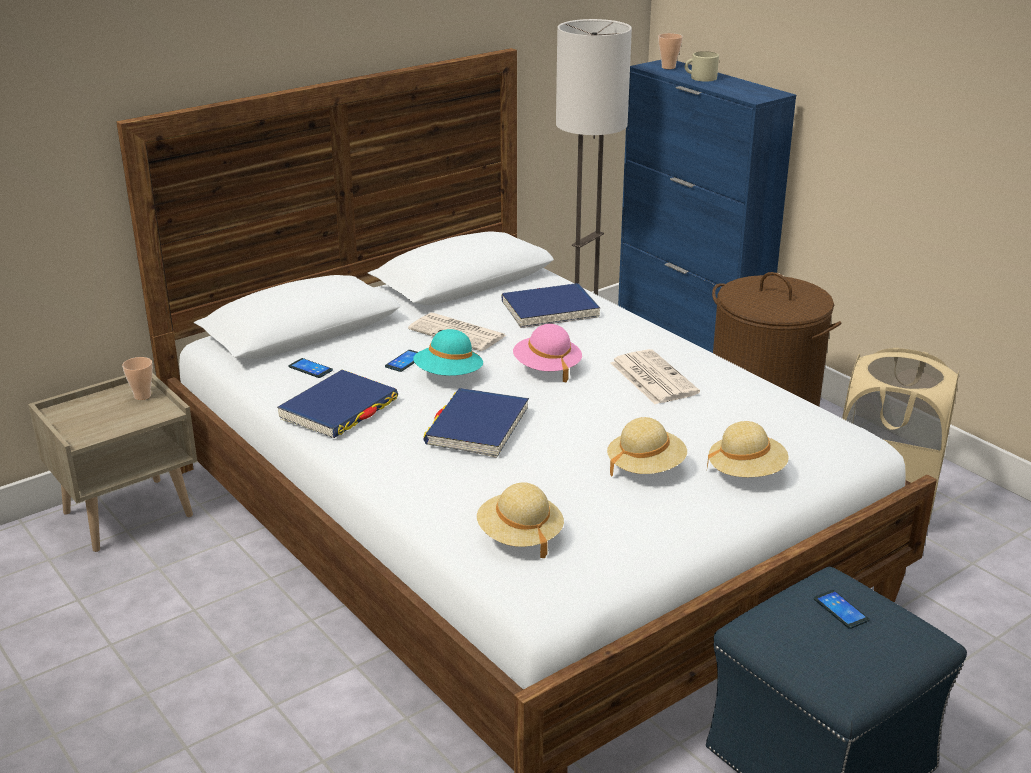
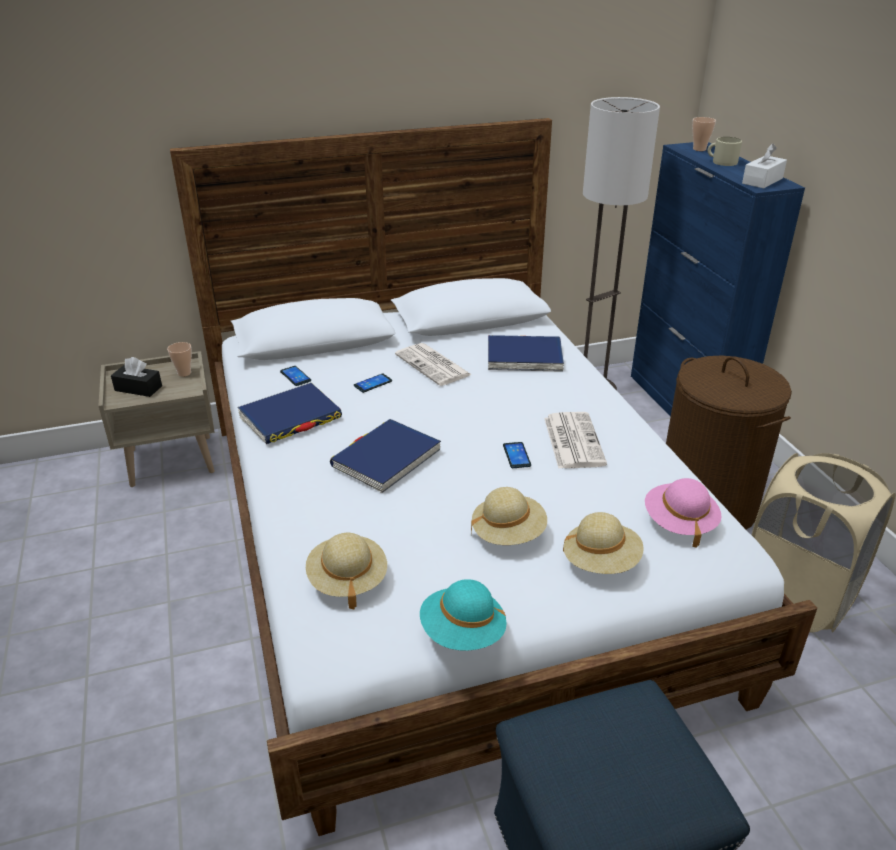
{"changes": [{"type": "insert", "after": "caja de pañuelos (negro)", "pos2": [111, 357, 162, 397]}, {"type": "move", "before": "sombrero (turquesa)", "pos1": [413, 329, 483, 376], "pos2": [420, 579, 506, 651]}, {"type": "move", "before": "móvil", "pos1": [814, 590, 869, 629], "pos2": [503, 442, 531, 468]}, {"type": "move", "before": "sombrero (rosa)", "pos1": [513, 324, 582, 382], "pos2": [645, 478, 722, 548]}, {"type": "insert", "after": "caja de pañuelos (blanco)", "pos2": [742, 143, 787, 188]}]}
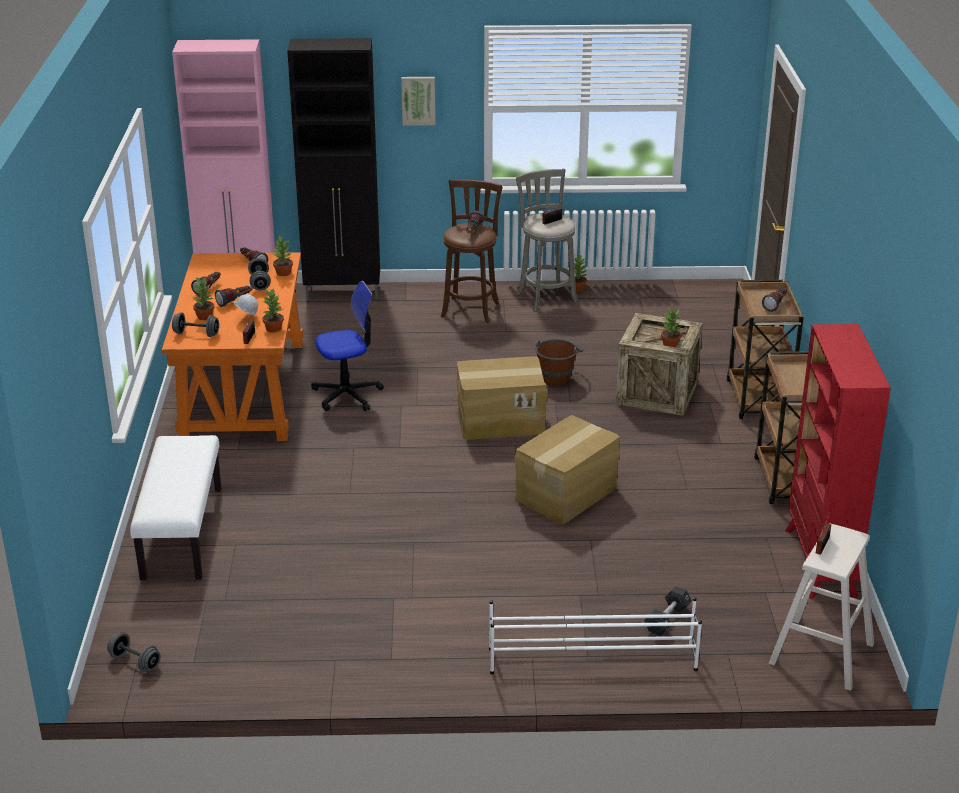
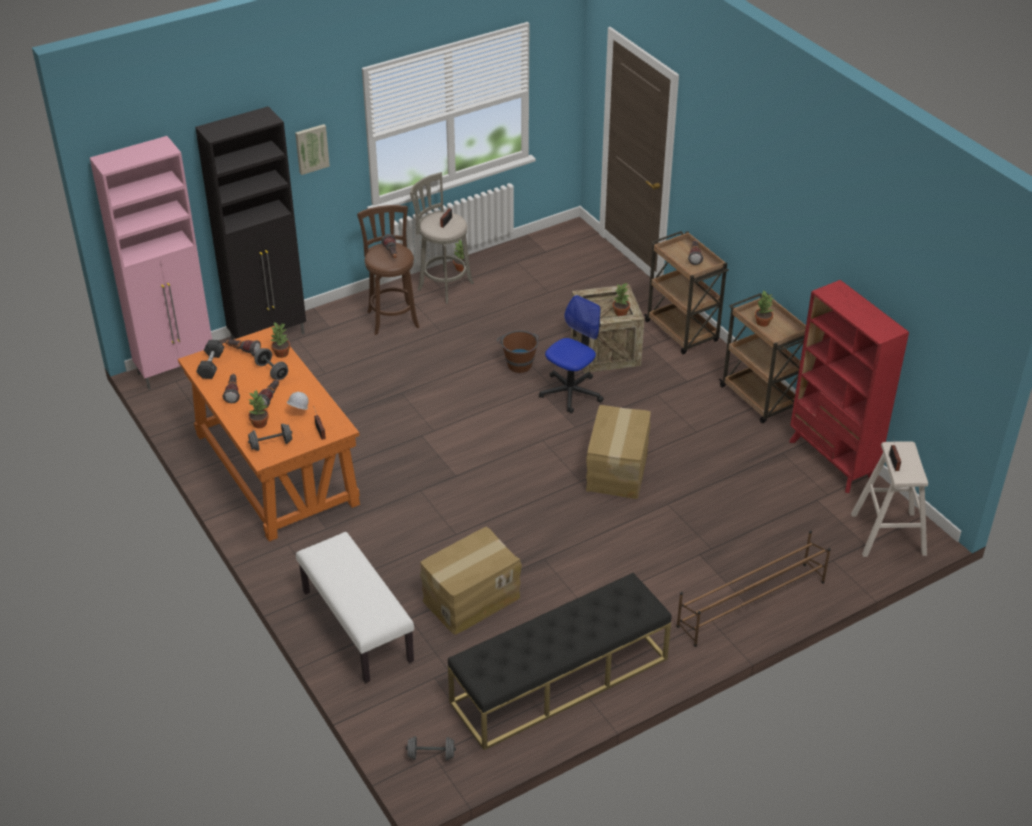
{"changes": [{"type": "move", "before": "mancuerna (negro)", "pos1": [644, 586, 692, 636], "pos2": [196, 340, 224, 379]}, {"type": "move", "before": "caja de cartón", "pos1": [456, 356, 548, 440], "pos2": [420, 527, 522, 635]}, {"type": "insert", "after": "banco (negro)", "pos2": [448, 573, 672, 750]}, {"type": "move", "before": "silla de oficina", "pos1": [311, 281, 384, 411], "pos2": [539, 295, 604, 413]}, {"type": "recolor", "before": "zapatero (blanco)", "after": "zapatero (marrón)", "pos1": [489, 597, 702, 674], "pos2": [676, 530, 831, 647]}, {"type": "move", "before": "planta en maceta", "pos1": [262, 288, 284, 333], "pos2": [755, 291, 774, 327]}]}
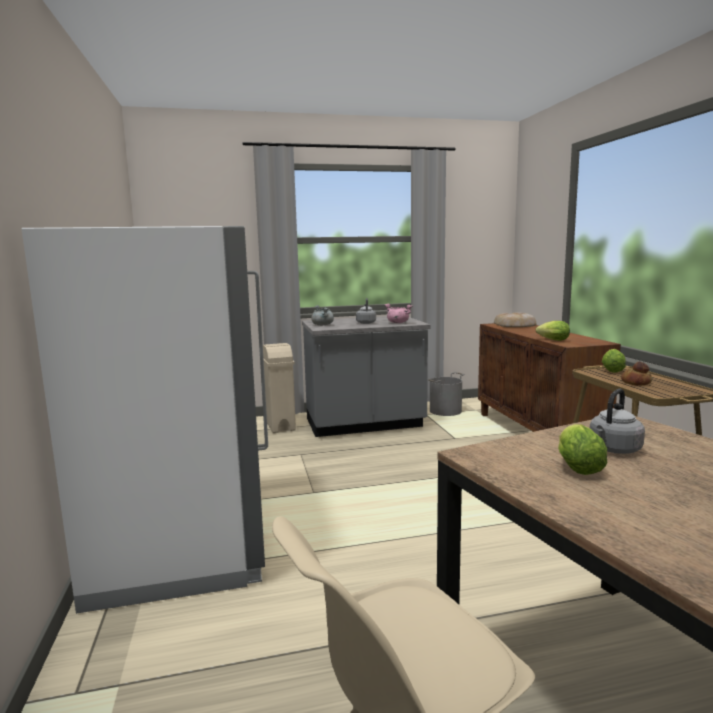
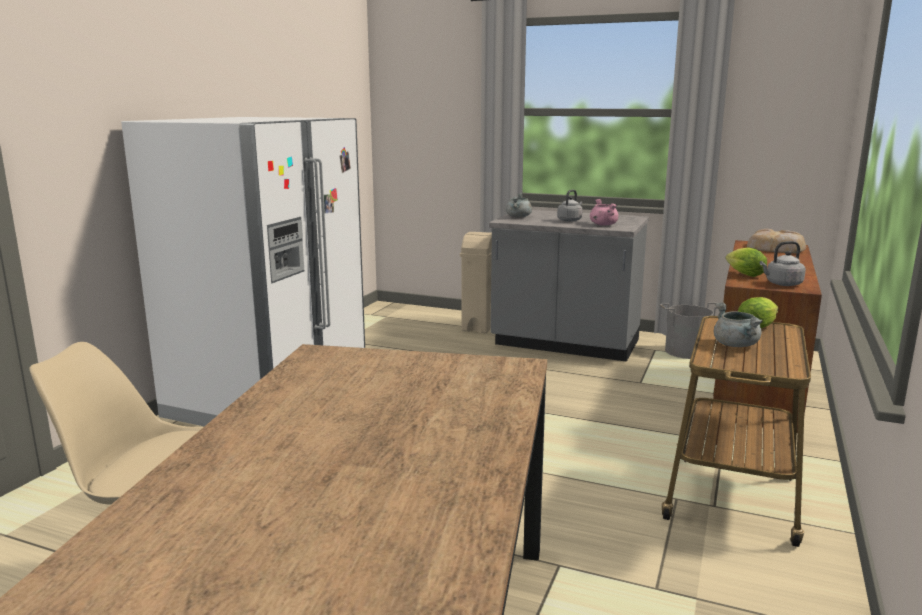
{"changes": [{"type": "replace", "before": "pan", "after": "olla (gris)", "pos1": [621, 362, 652, 386], "pos2": [714, 302, 763, 347]}, {"type": "move", "before": "hervidor (gris)", "pos1": [590, 389, 645, 454], "pos2": [760, 241, 806, 286]}, {"type": "delete", "before": "lechuga", "pos1": [558, 424, 607, 475]}]}
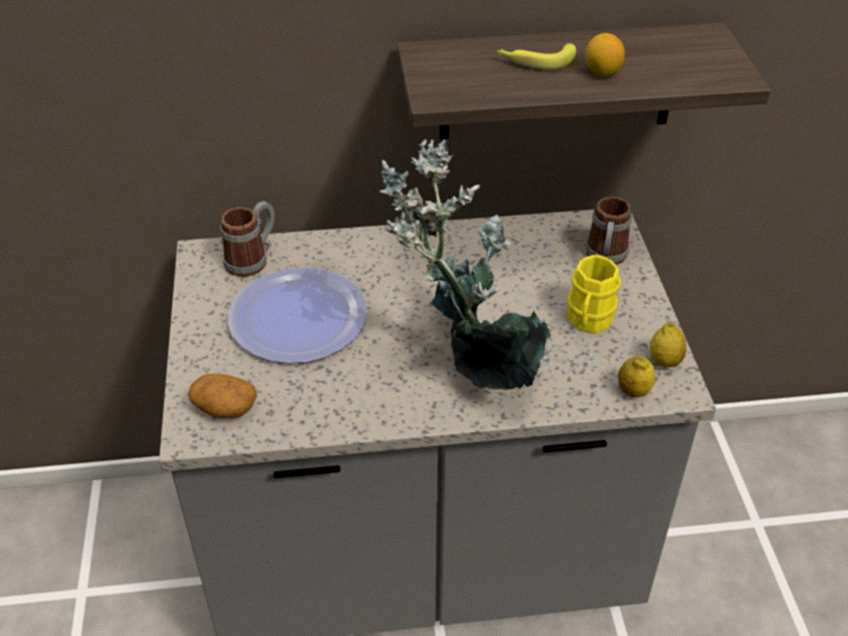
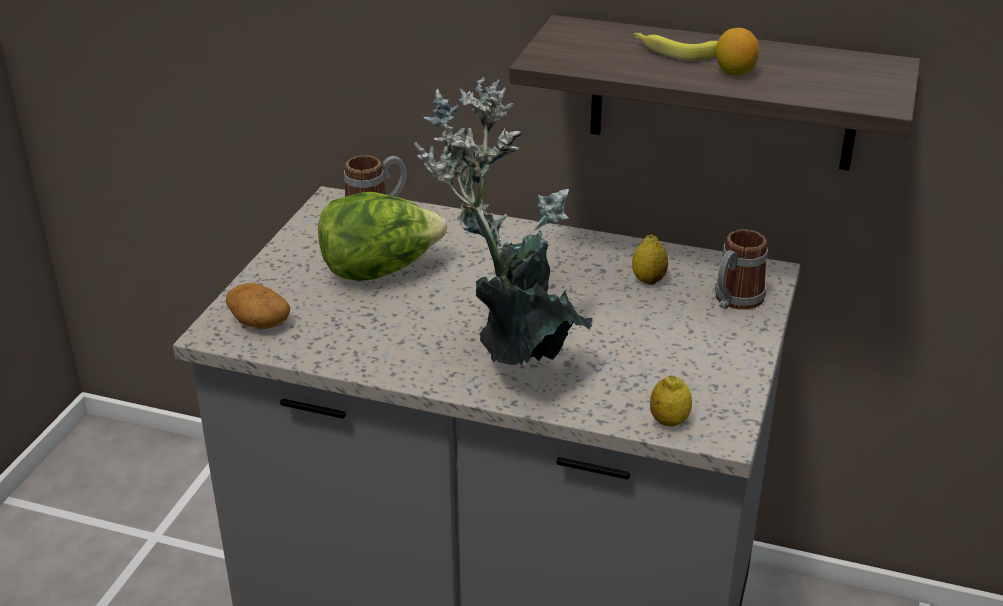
{"changes": [{"type": "replace", "before": "plato", "after": "lechuga", "pos1": [228, 267, 367, 364], "pos2": [318, 192, 447, 281]}, {"type": "move", "before": "limón", "pos1": [650, 322, 686, 367], "pos2": [632, 235, 668, 285]}, {"type": "delete", "before": "taza grande (amarillo)", "pos1": [567, 255, 621, 334]}]}
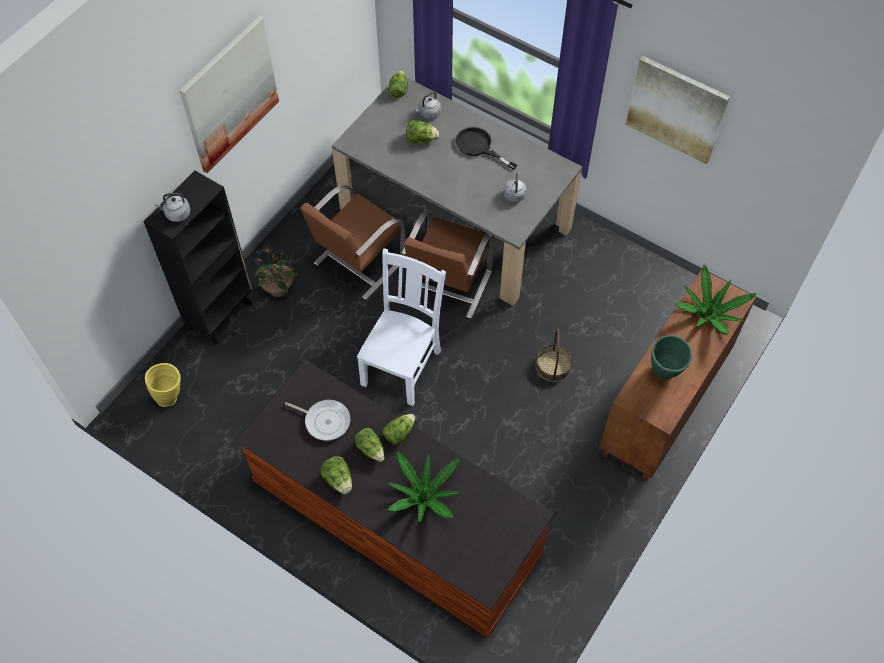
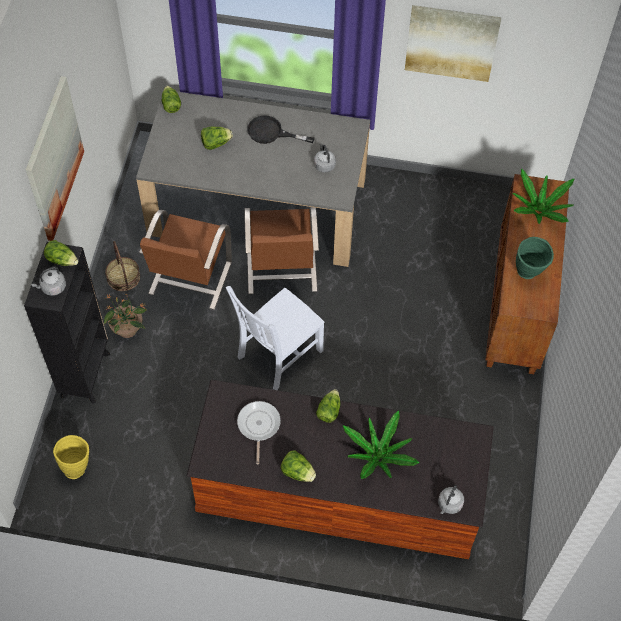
{"changes": [{"type": "move", "before": "lechuga", "pos1": [355, 428, 384, 462], "pos2": [44, 240, 79, 266]}, {"type": "move", "before": "cesta", "pos1": [536, 329, 572, 382], "pos2": [105, 241, 140, 291]}, {"type": "rotate", "before": "silla (blanco)", "pos1": [357, 248, 446, 406], "pos2": [226, 286, 325, 390], "turn": -135}, {"type": "rotate", "before": "sartén", "pos1": [285, 400, 350, 441], "pos2": [237, 401, 281, 464], "turn": -90}, {"type": "move", "before": "hervidor (gris)", "pos1": [415, 92, 441, 119], "pos2": [438, 485, 464, 514]}]}
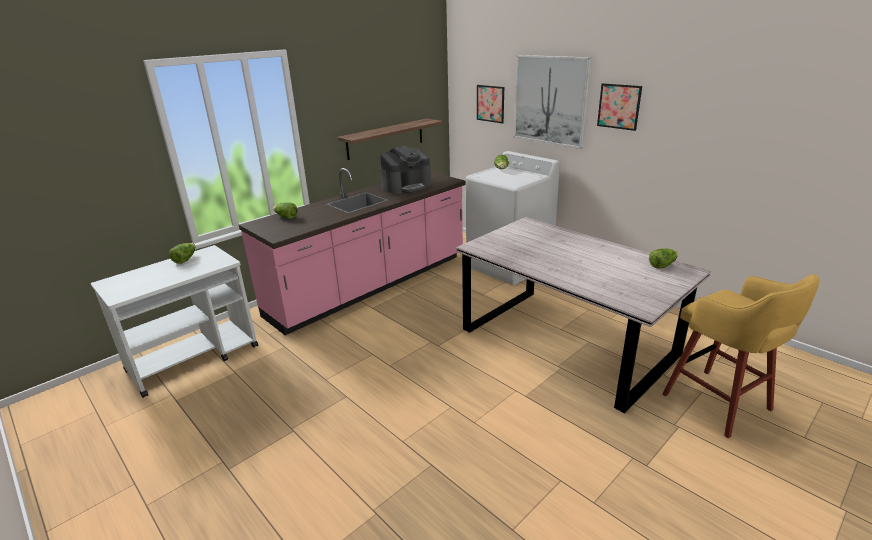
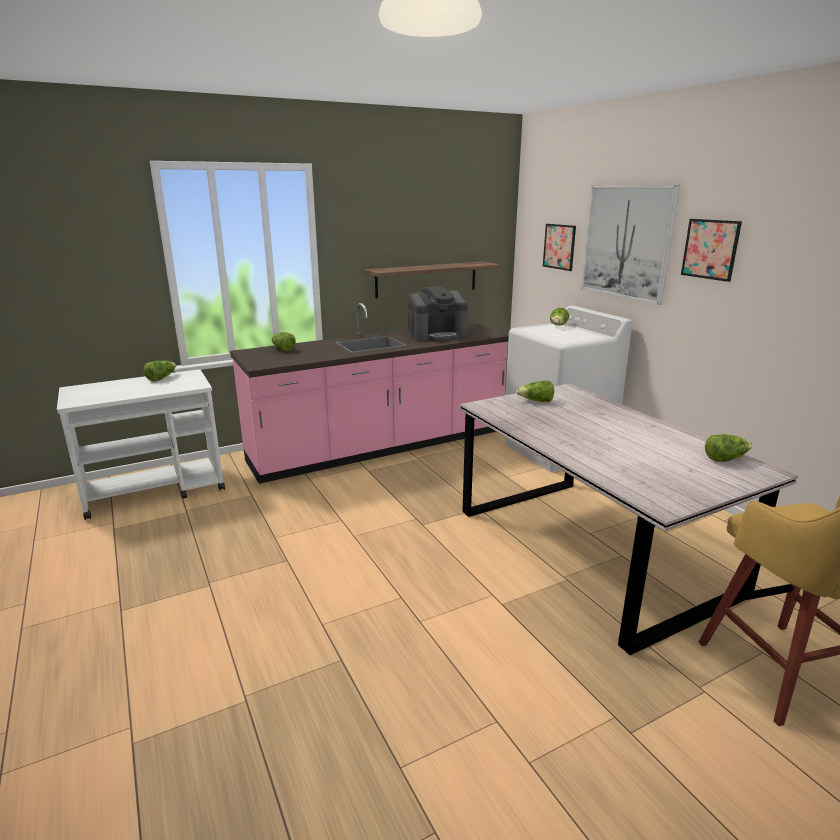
{"changes": [{"type": "insert", "after": "lechuga", "pos2": [516, 381, 554, 402]}]}
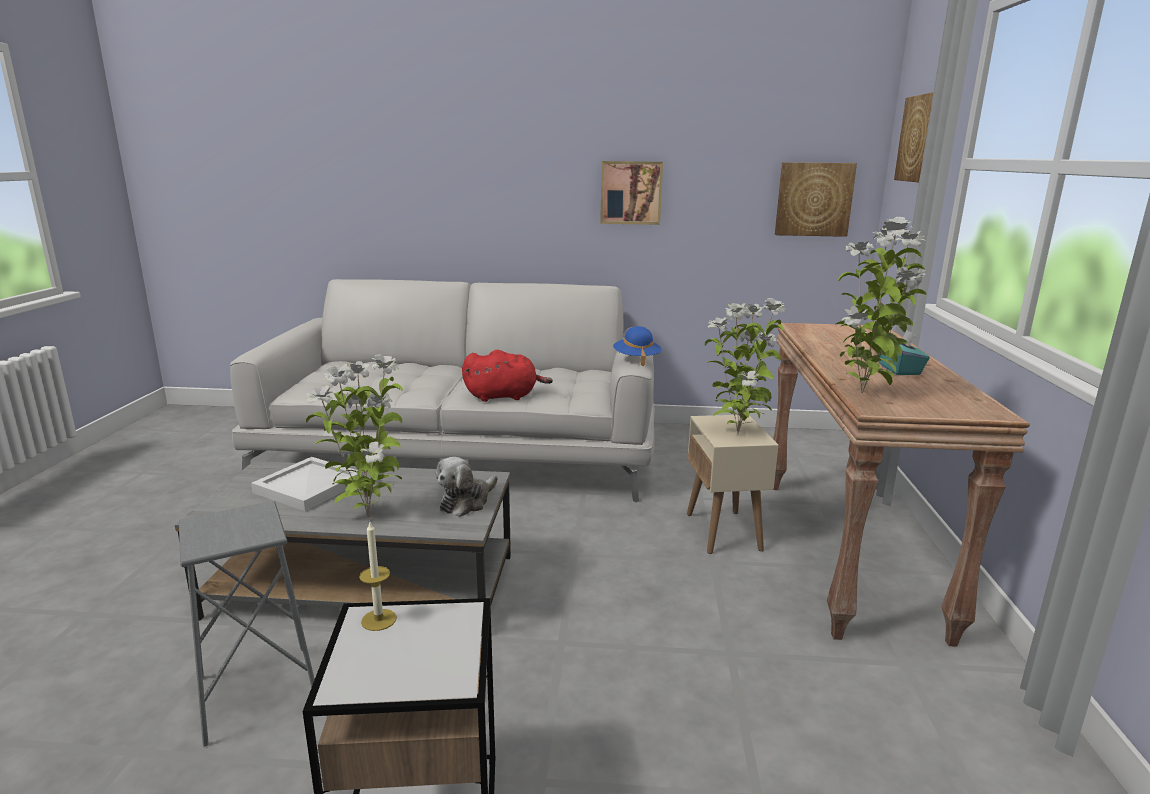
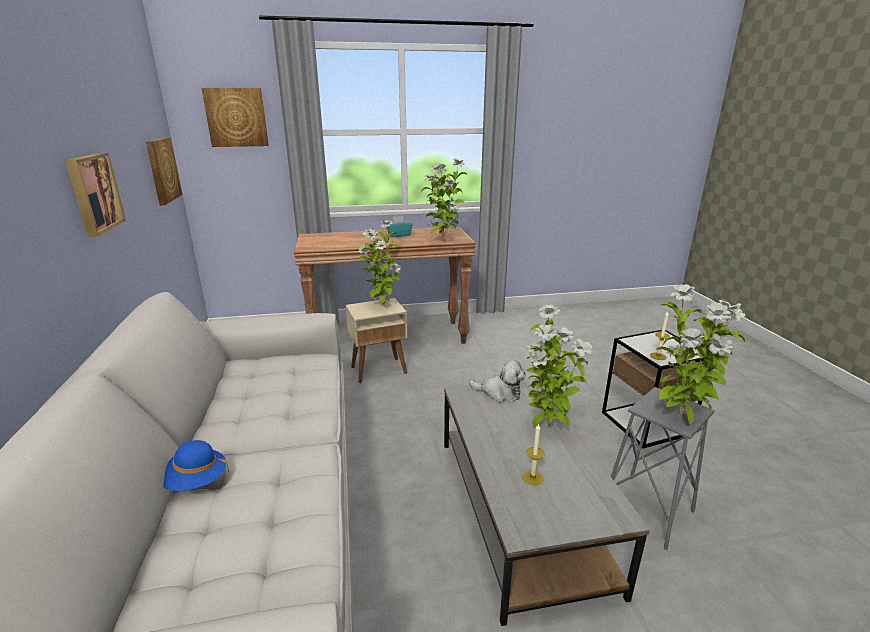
{"changes": [{"type": "move", "before": "sombrero (azul)", "pos1": [613, 326, 662, 366], "pos2": [163, 440, 229, 491]}, {"type": "replace", "before": "bandeja (blanco)", "after": "vela", "pos1": [251, 457, 363, 511], "pos2": [523, 423, 545, 485]}, {"type": "insert", "after": "planta en maceta", "pos2": [656, 284, 745, 424]}, {"type": "delete", "before": "peluche (rojo)", "pos1": [462, 350, 553, 402]}]}
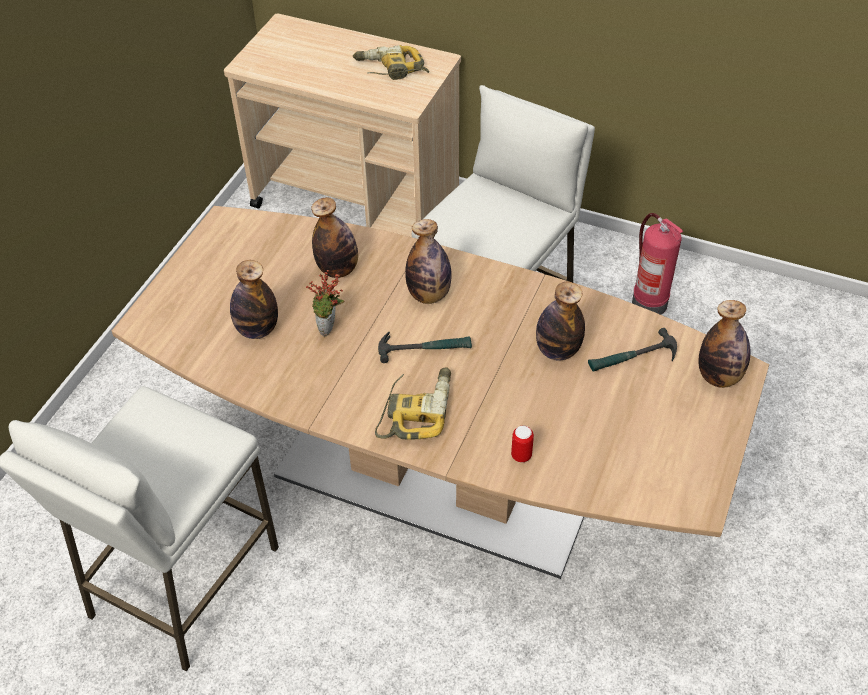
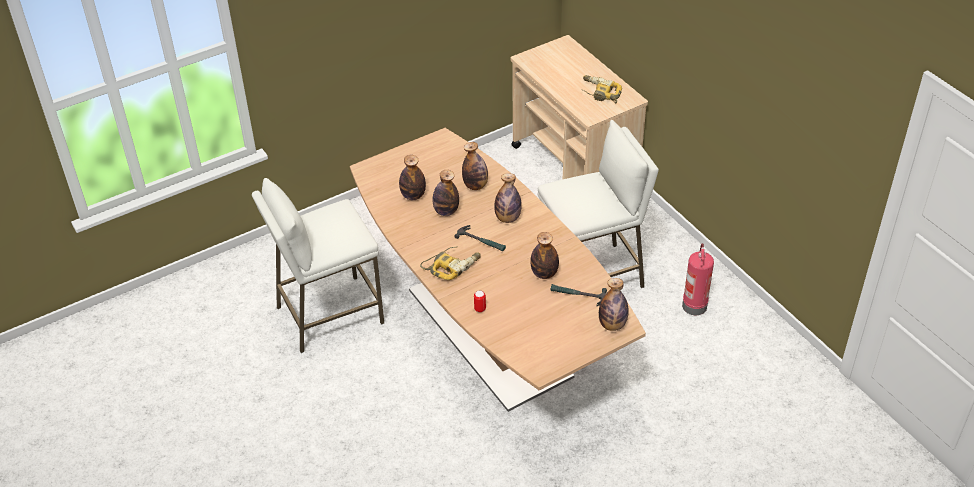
{"changes": [{"type": "replace", "before": "planta en maceta", "after": "botella", "pos1": [306, 270, 344, 336], "pos2": [433, 170, 459, 216]}]}
